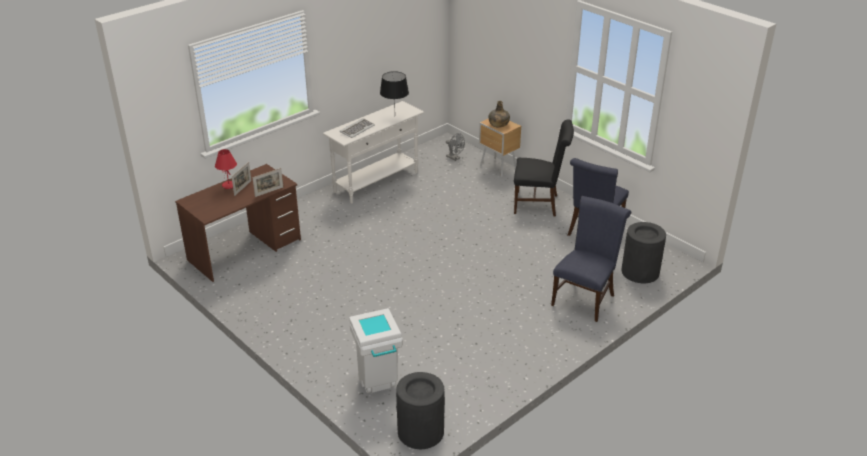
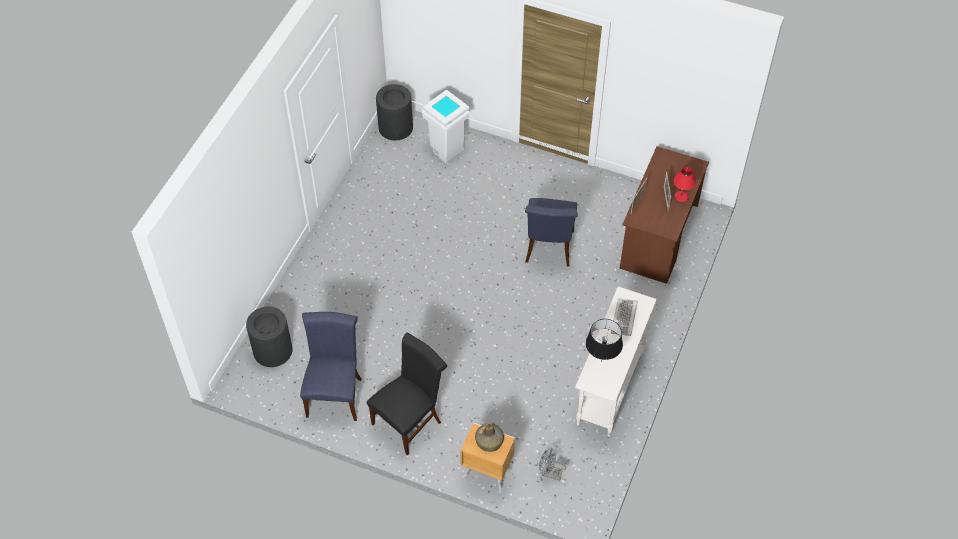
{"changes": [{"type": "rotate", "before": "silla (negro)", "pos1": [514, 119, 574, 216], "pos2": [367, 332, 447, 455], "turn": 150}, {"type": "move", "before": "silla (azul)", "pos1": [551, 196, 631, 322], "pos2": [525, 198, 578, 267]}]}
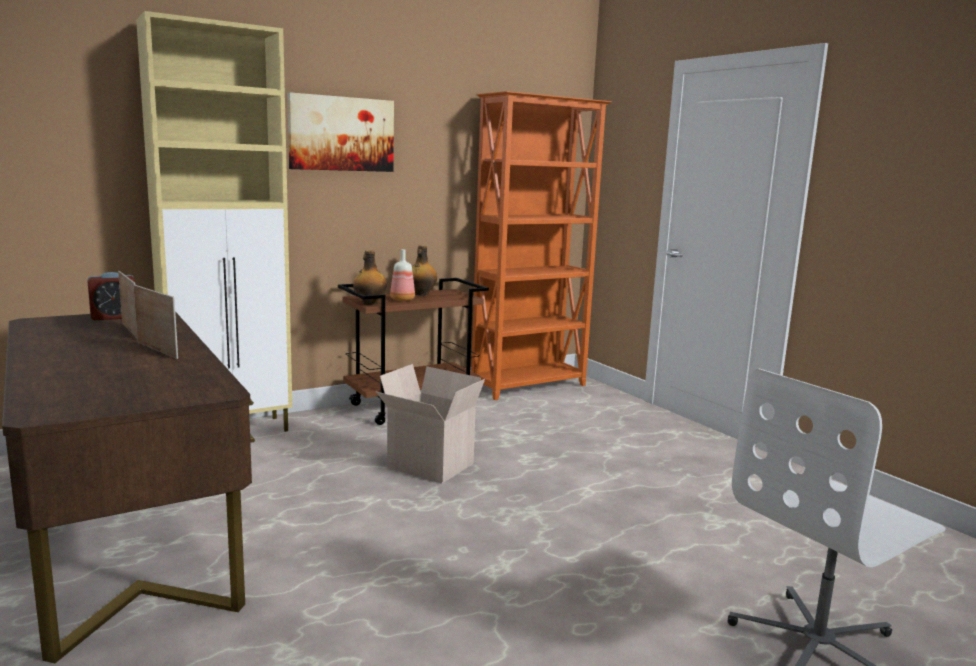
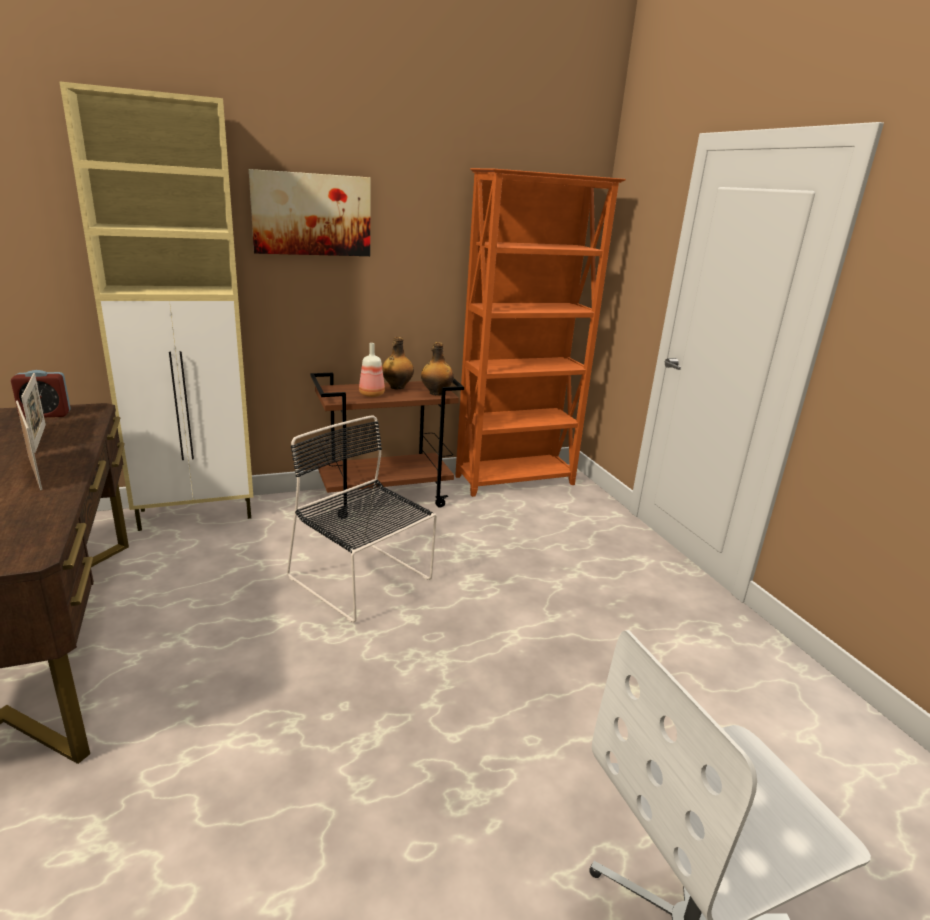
{"changes": [{"type": "replace", "before": "caja de cartón", "after": "silla (negro)", "pos1": [376, 364, 485, 484], "pos2": [287, 415, 437, 622]}, {"type": "move", "before": "botella", "pos1": [353, 250, 387, 305], "pos2": [421, 342, 454, 396]}]}
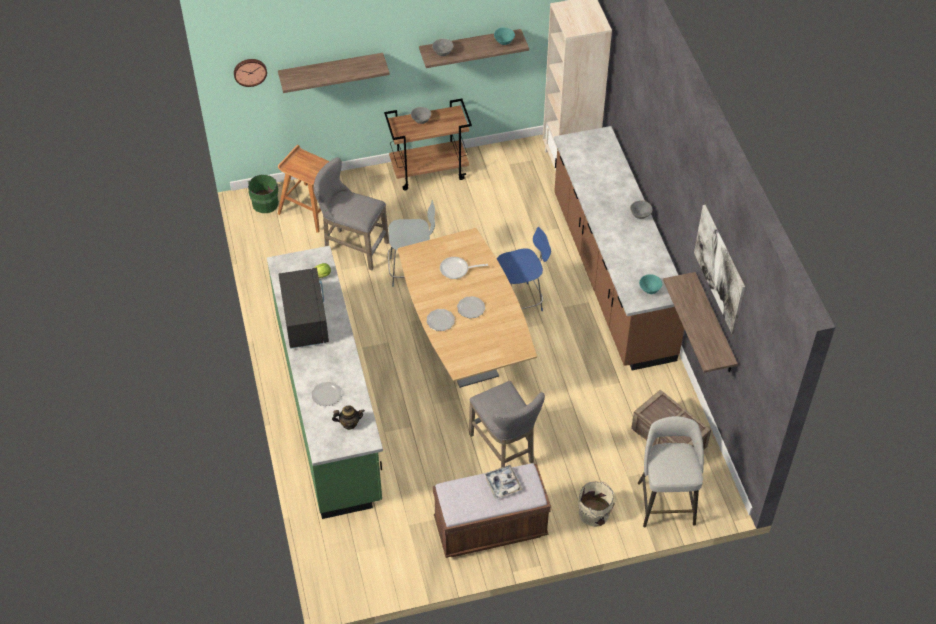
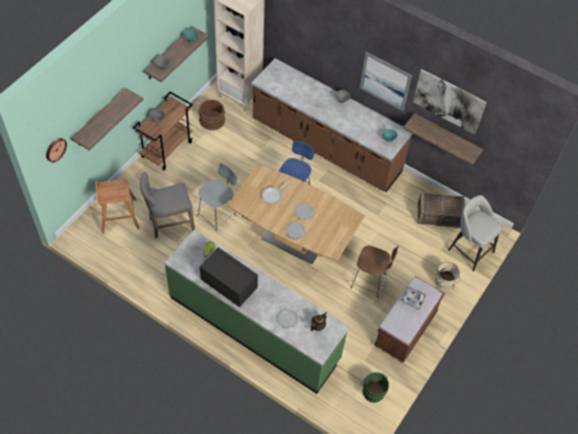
{"changes": [{"type": "insert", "after": "cubo (marrón)", "pos2": [198, 100, 225, 131]}, {"type": "replace", "before": "taburete (gris)", "after": "silla (marrón)", "pos1": [469, 381, 545, 468], "pos2": [351, 245, 399, 298]}, {"type": "insert", "after": "cuadro", "pos2": [360, 52, 412, 111]}, {"type": "move", "before": "cubo (verde)", "pos1": [248, 175, 280, 213], "pos2": [361, 372, 389, 403]}]}
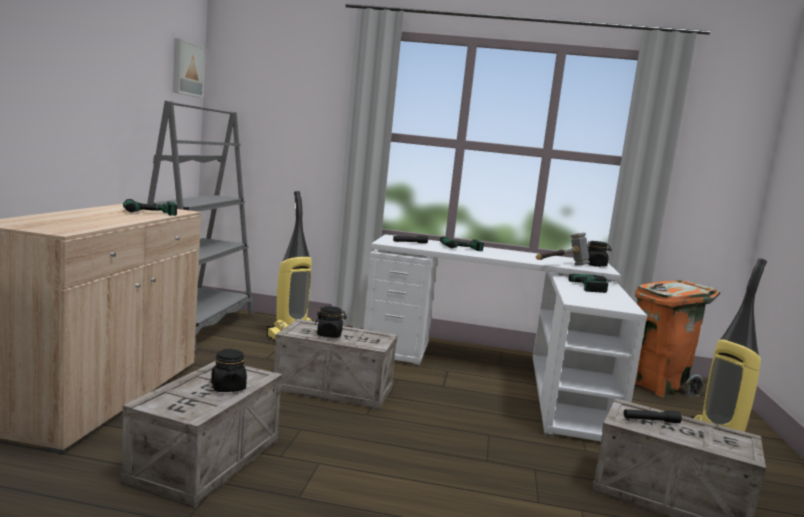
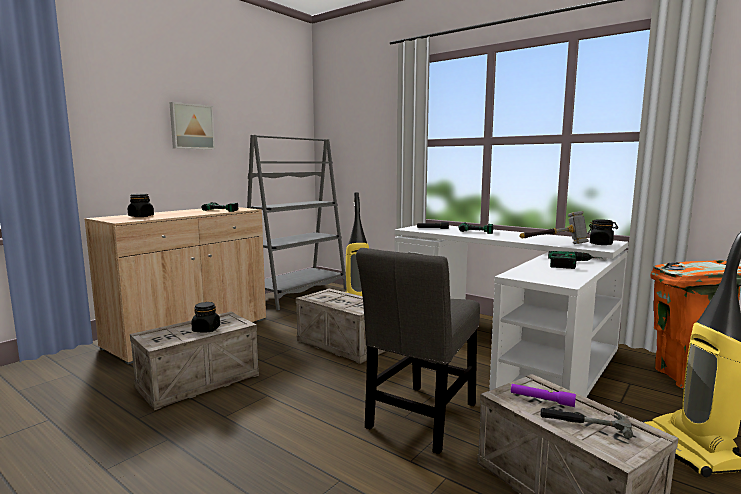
{"changes": [{"type": "move", "before": "tarro (negro)", "pos1": [315, 306, 347, 338], "pos2": [128, 194, 154, 217]}, {"type": "move", "before": "cuadro", "pos1": [173, 38, 206, 98], "pos2": [169, 102, 215, 150]}, {"type": "insert", "after": "silla (gris)", "pos2": [356, 248, 480, 454]}, {"type": "recolor", "before": "linterna (negro)", "after": "linterna (morado)", "pos1": [624, 409, 682, 423], "pos2": [511, 384, 576, 407]}, {"type": "insert", "after": "martillo", "pos2": [540, 408, 633, 438]}]}
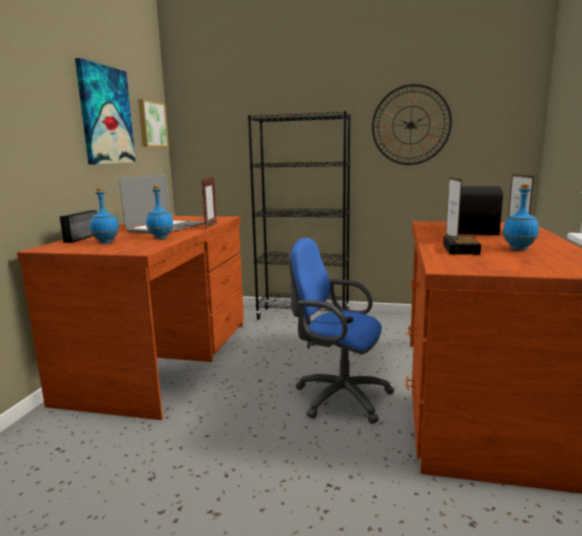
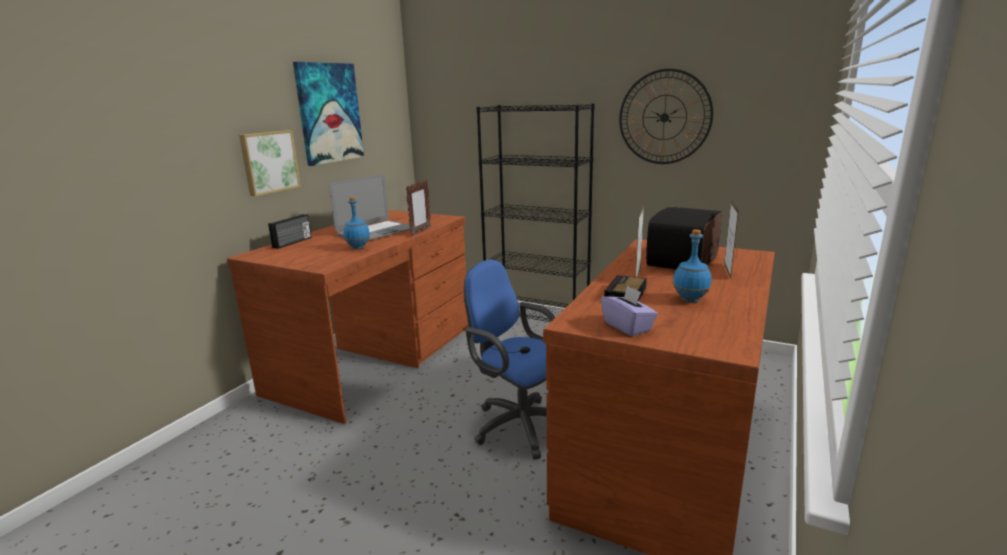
{"changes": [{"type": "move", "before": "cuadro", "pos1": [138, 99, 169, 147], "pos2": [239, 130, 301, 196]}, {"type": "insert", "after": "caja de pañuelos (morado)", "pos2": [601, 285, 658, 336]}, {"type": "delete", "before": "botella (azul)", "pos1": [90, 188, 119, 243]}]}
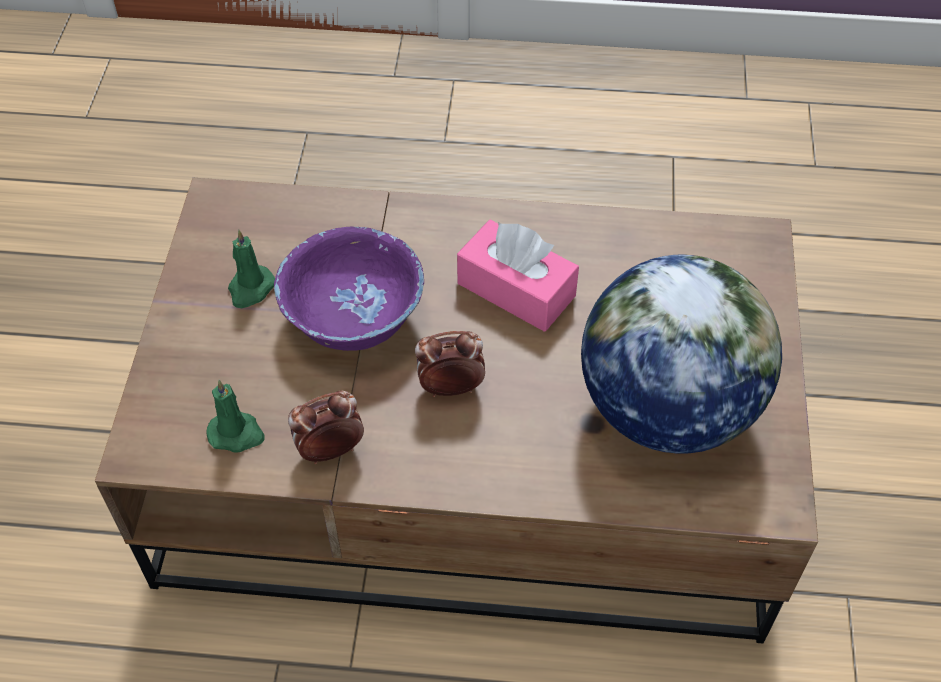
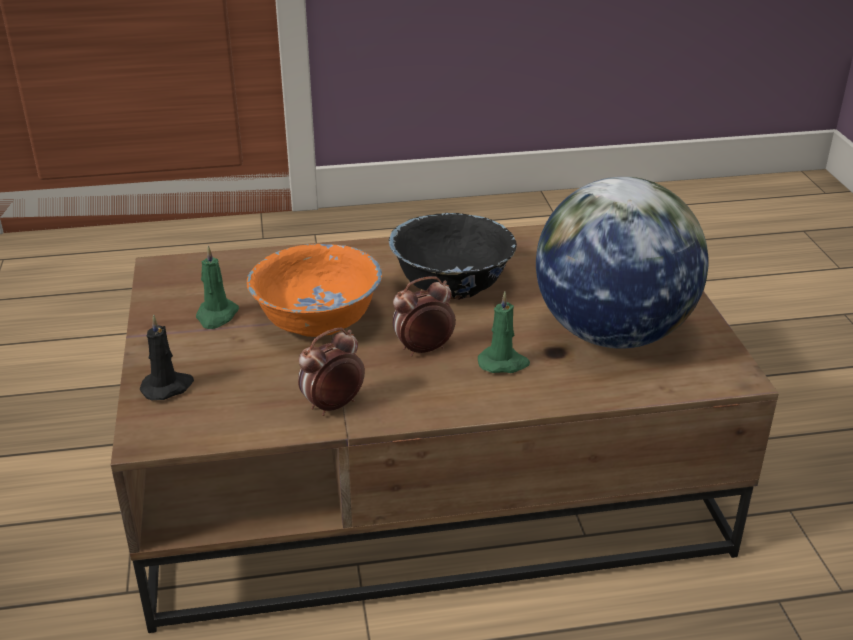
{"changes": [{"type": "insert", "after": "vela (negro)", "pos2": [140, 315, 194, 400]}, {"type": "recolor", "before": "cuenco (morado)", "after": "cuenco (naranja)", "pos1": [274, 226, 424, 351], "pos2": [247, 244, 382, 337]}, {"type": "replace", "before": "caja de pañuelos (rosa)", "after": "cuenco (negro)", "pos1": [457, 220, 579, 332], "pos2": [389, 213, 517, 300]}, {"type": "move", "before": "vela (verde)", "pos1": [206, 380, 265, 453], "pos2": [478, 291, 530, 373]}]}
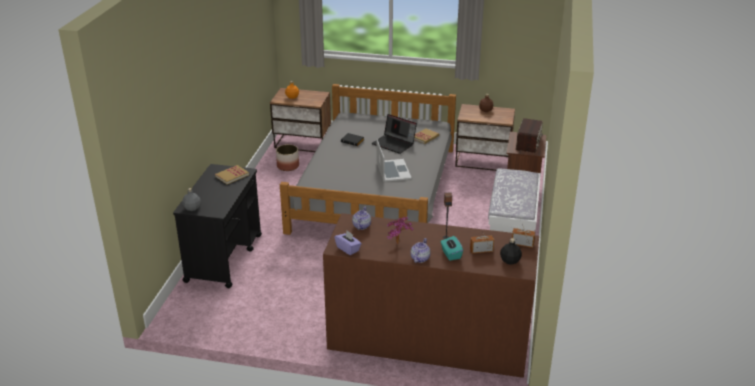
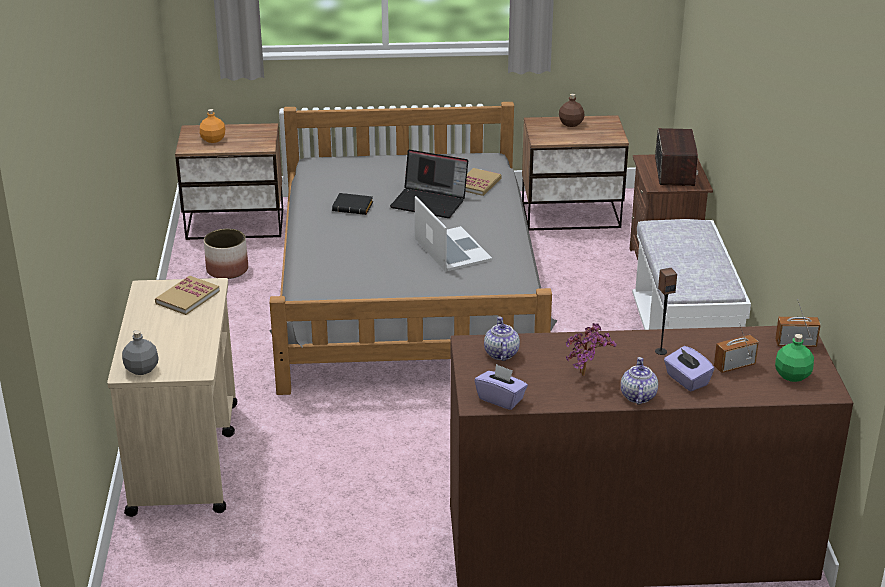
{"changes": [{"type": "recolor", "before": "carrito (negro)", "after": "carrito (beis)", "pos1": [173, 164, 262, 288], "pos2": [107, 278, 237, 517]}, {"type": "recolor", "before": "caja de pañuelos (turquesa)", "after": "caja de pañuelos (morado)", "pos1": [440, 236, 463, 261], "pos2": [664, 346, 714, 391]}, {"type": "recolor", "before": "botella (negro)", "after": "botella (verde)", "pos1": [500, 238, 522, 265], "pos2": [775, 334, 814, 382]}]}
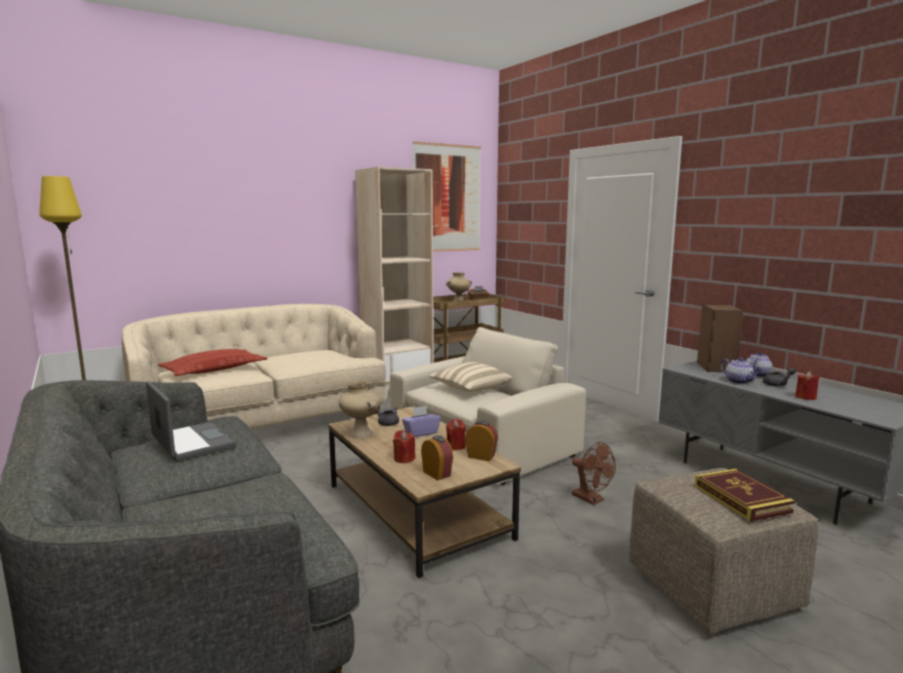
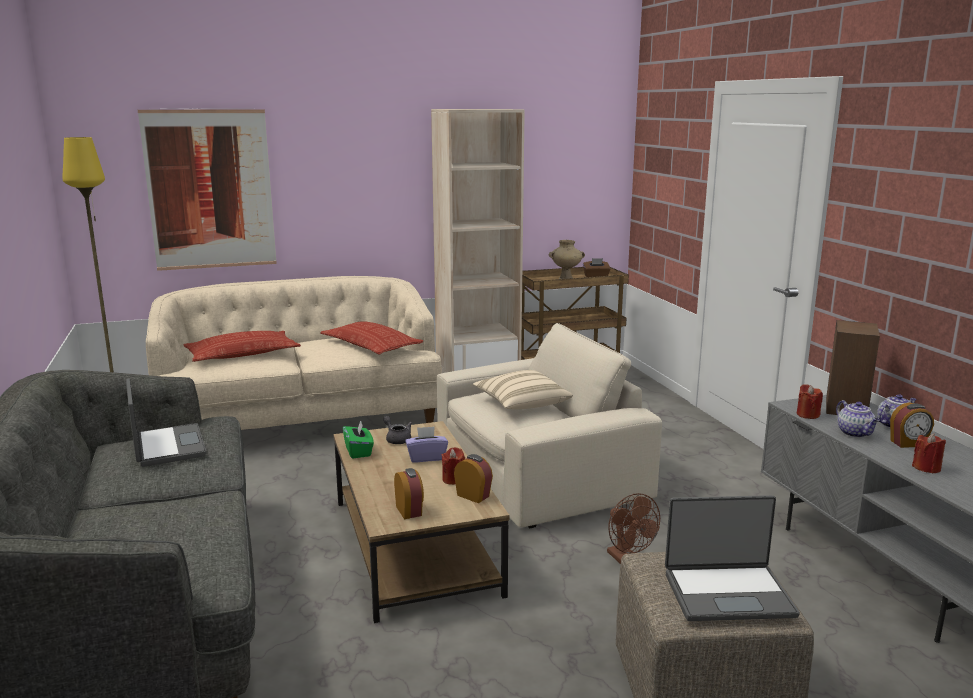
{"changes": [{"type": "move", "before": "cuadro", "pos1": [413, 141, 481, 252], "pos2": [138, 109, 277, 271]}, {"type": "insert", "after": "cojín", "pos2": [320, 321, 423, 354]}, {"type": "replace", "before": "florero (beis)", "after": "caja de pañuelos (verde)", "pos1": [338, 380, 381, 439], "pos2": [343, 420, 374, 459]}, {"type": "replace", "before": "libro", "after": "portátil", "pos1": [694, 469, 795, 522], "pos2": [665, 495, 800, 621]}, {"type": "move", "before": "vela (rojo)", "pos1": [393, 430, 415, 463], "pos2": [797, 384, 823, 419]}, {"type": "replace", "before": "tetera (gris)", "after": "despertador", "pos1": [763, 367, 796, 387], "pos2": [890, 402, 934, 448]}]}
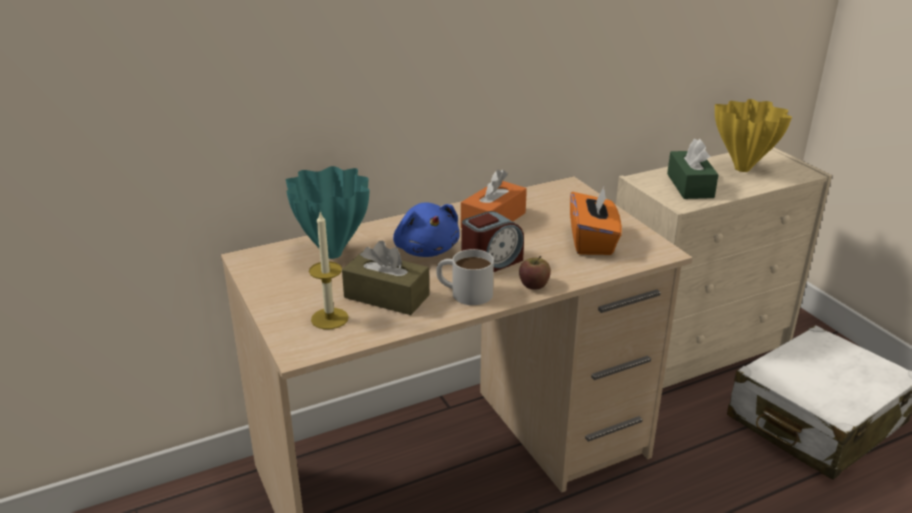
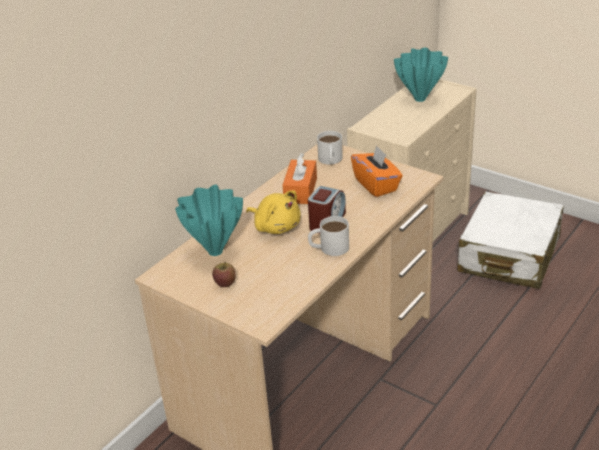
{"changes": [{"type": "move", "before": "manzana", "pos1": [519, 256, 551, 290], "pos2": [212, 262, 236, 287]}, {"type": "recolor", "before": "peluche (azul)", "after": "peluche (amarillo)", "pos1": [393, 203, 460, 257], "pos2": [246, 191, 301, 234]}, {"type": "insert", "after": "taza grande (blanco)", "pos2": [317, 131, 343, 165]}, {"type": "recolor", "before": "florero (amarillo)", "after": "florero (turquesa)", "pos1": [715, 99, 792, 172], "pos2": [394, 48, 448, 102]}, {"type": "delete", "before": "vela", "pos1": [309, 212, 349, 329]}, {"type": "delete", "before": "caja de pañuelos (marrón)", "pos1": [342, 240, 429, 315]}, {"type": "delete", "before": "caja de pañuelos (verde)", "pos1": [667, 139, 719, 199]}]}
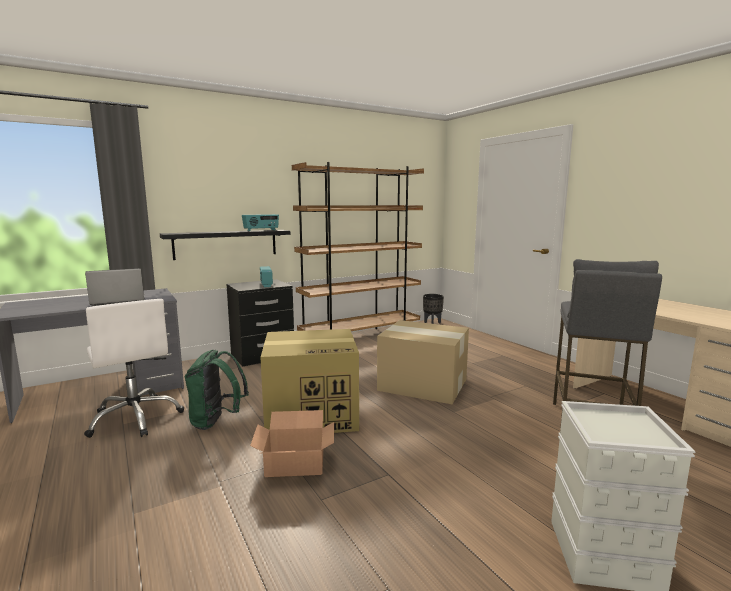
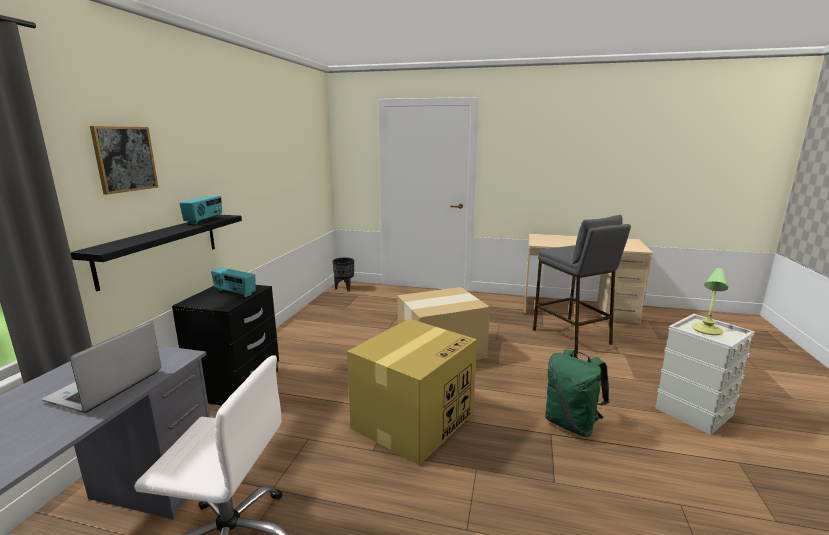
{"changes": [{"type": "insert", "after": "cuadro", "pos2": [90, 126, 158, 195]}, {"type": "move", "before": "mochila (verde)", "pos1": [184, 350, 249, 430], "pos2": [545, 350, 609, 437]}, {"type": "insert", "after": "lámpara de mesa", "pos2": [692, 268, 729, 335]}, {"type": "delete", "before": "caja de cartón", "pos1": [250, 410, 334, 477]}, {"type": "delete", "before": "estantería (marrón)", "pos1": [292, 162, 424, 331]}]}
